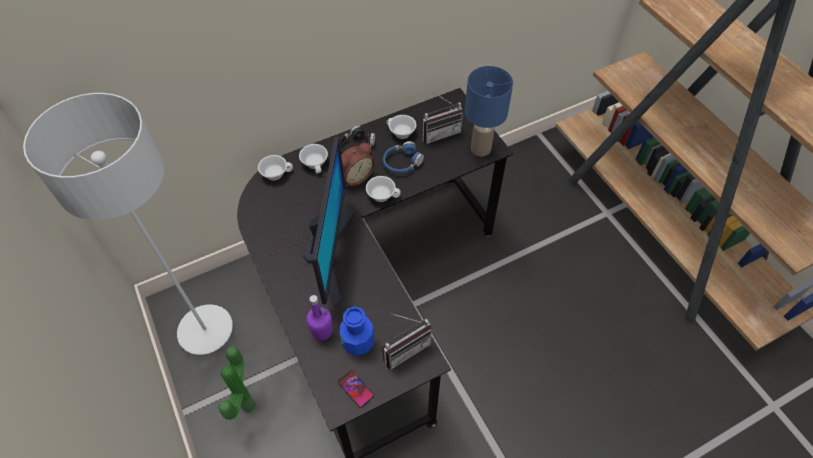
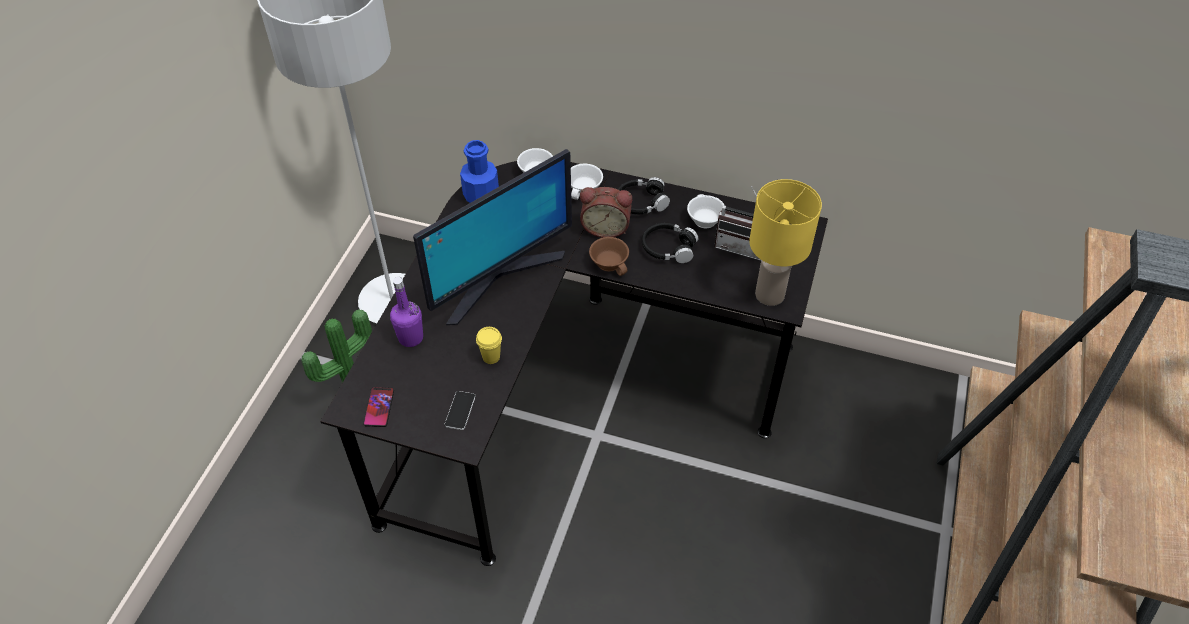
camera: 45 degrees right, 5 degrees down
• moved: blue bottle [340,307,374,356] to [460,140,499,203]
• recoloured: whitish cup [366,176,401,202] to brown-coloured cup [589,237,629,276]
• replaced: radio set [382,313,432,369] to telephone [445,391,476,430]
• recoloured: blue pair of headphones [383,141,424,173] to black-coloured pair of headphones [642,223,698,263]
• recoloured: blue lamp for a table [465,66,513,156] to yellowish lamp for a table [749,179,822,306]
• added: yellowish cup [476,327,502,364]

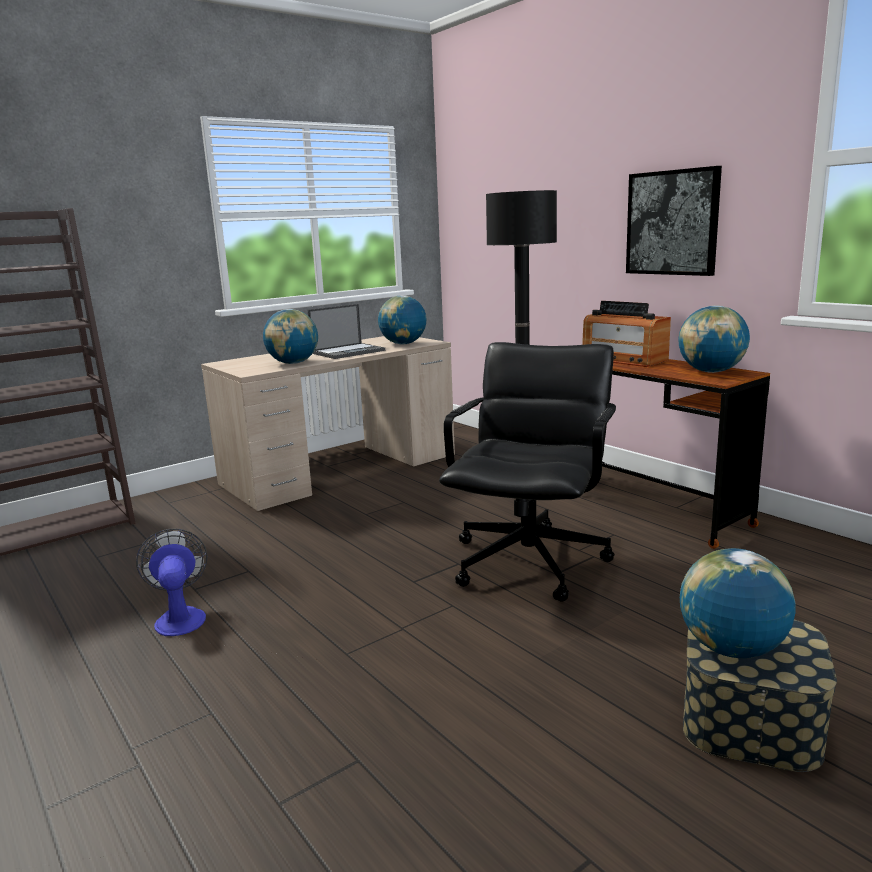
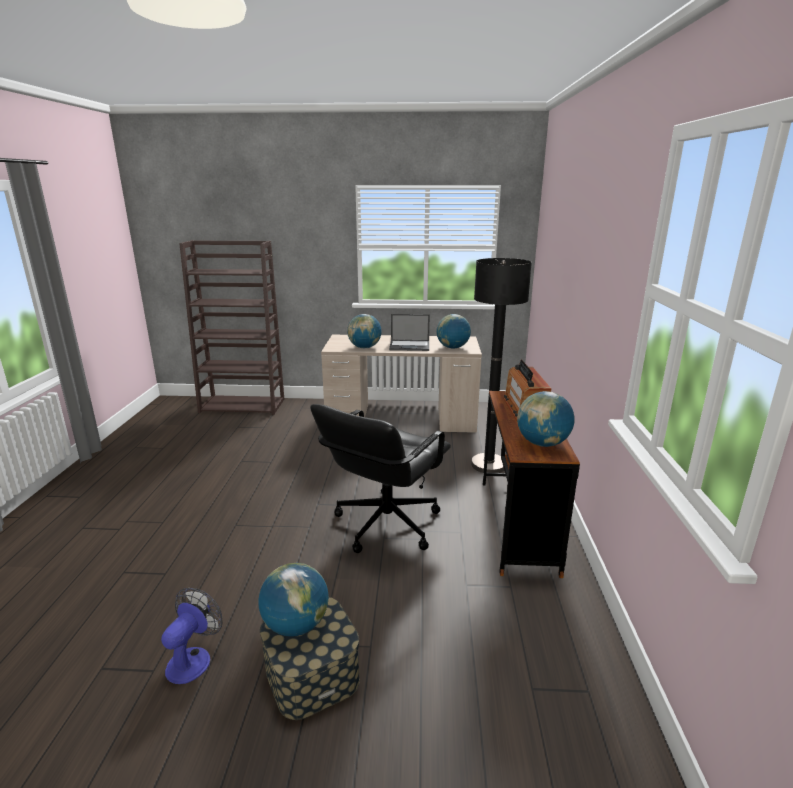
camera: 40 degrees right, 5 degrees up
• moved: electric fan [136,529,207,636] to [161,588,223,684]
• turned: black-coloured computer chair [439,342,616,602] = [310,404,451,553] 150 degrees clockwise
• removed: wall picture [626,166,722,276]

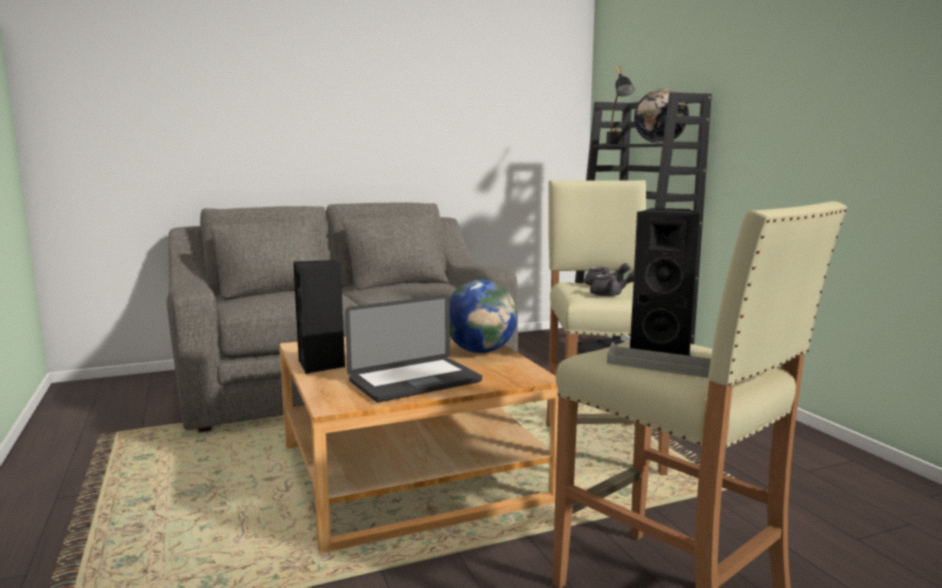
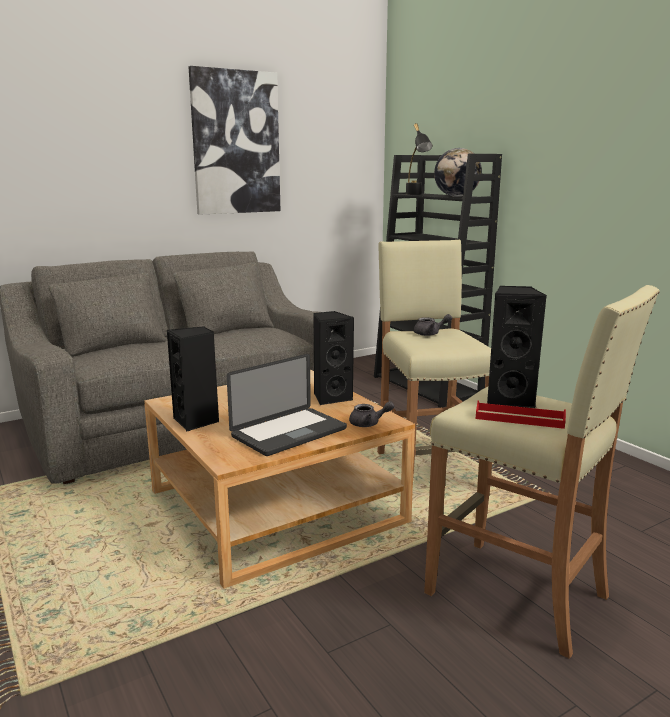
camera: 10 degrees left, 5 degrees up
• replaced: desk globe [449,280,517,353] to black-coloured loudspeaker [313,311,354,405]
• moved: greyish pot for tea [590,271,634,297] to [349,401,394,427]
• recoloured: greyish carrying tray [607,342,711,378] to red carrying tray [476,401,566,429]
• added: wall picture [189,66,280,215]

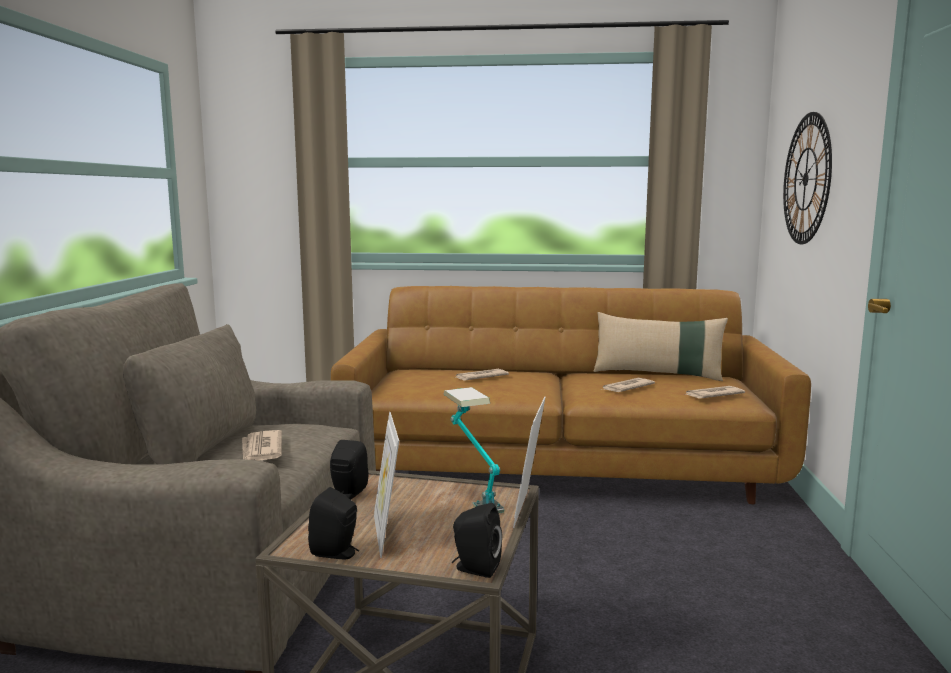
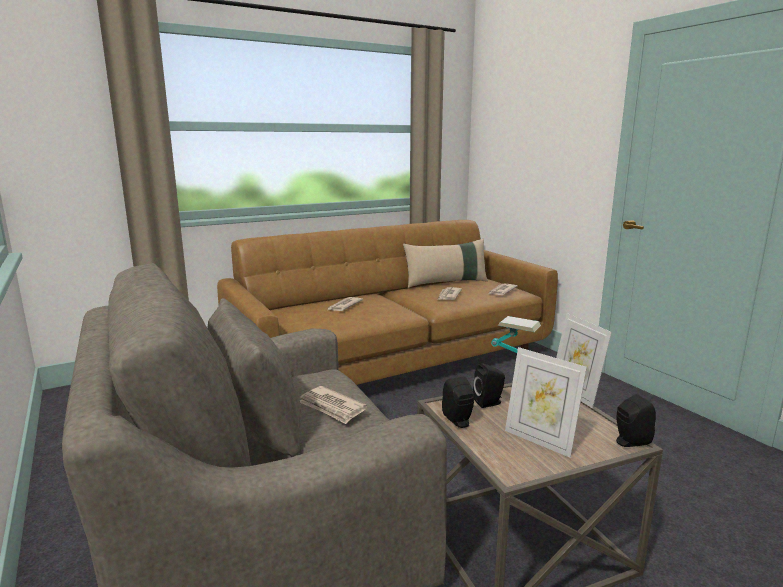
camera: 35 degrees left, 5 degrees up
• moved: black-coloured loudspeaker [308,487,359,559] to [473,363,505,408]
• removed: hanging clock [783,112,832,244]

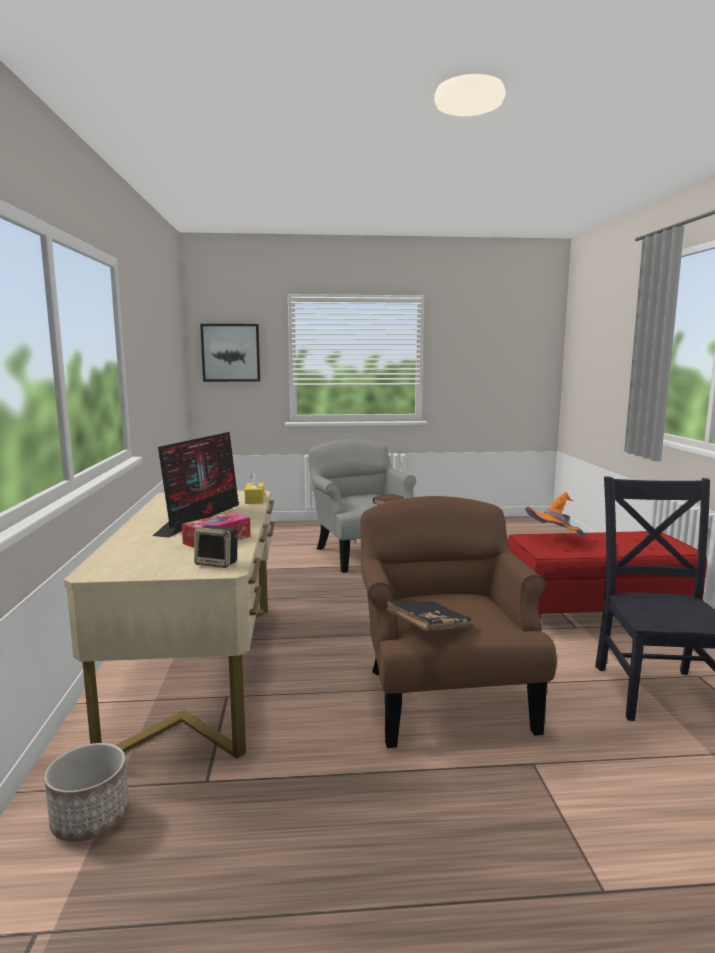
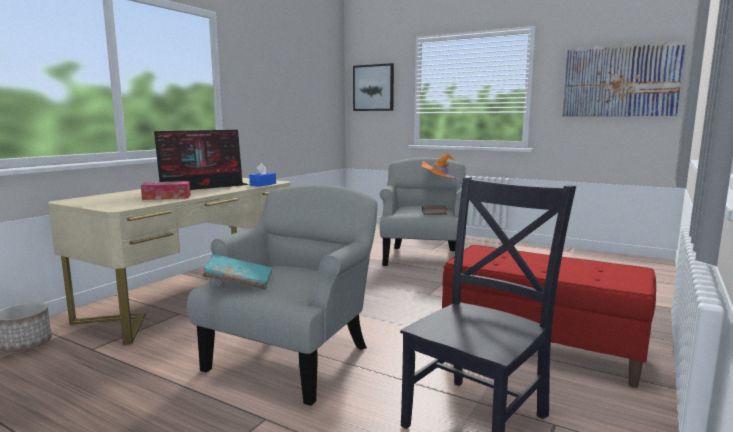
camera: 35 degrees right, 0 degrees up
• removed: loudspeaker [194,525,239,568]
• recoloured: yellowish box of tissues [245,473,265,504] to blue box of tissues [249,163,276,187]
• recoloured: brown-coloured armchair [360,496,557,748] to greyish armchair [187,184,378,406]
• recoloured: black-coloured volume [386,601,473,631] to turquoise-coloured volume [202,253,272,290]
• moved: orange clothing hat [525,492,587,538] to [422,153,462,184]
• added: wall picture [562,41,686,117]

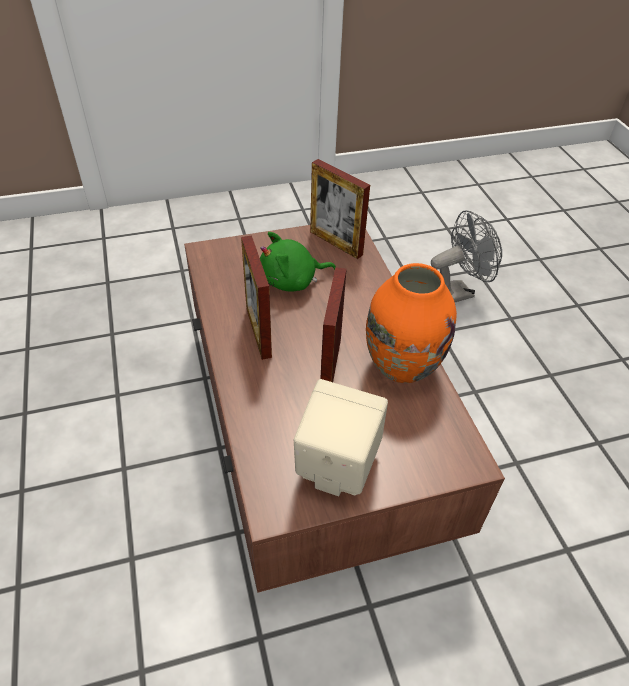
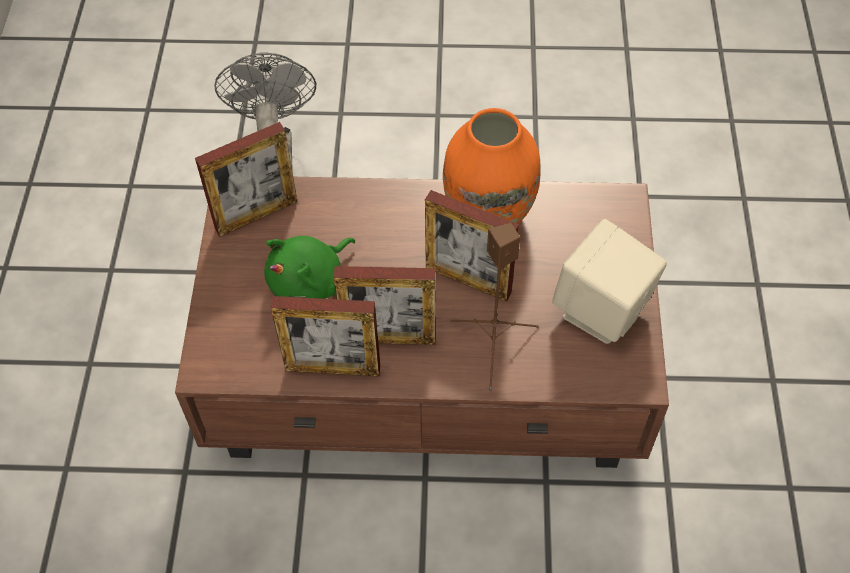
camera: 70 degrees left, 10 degrees up
• turned: green-coloured cuddly toy [260,232,336,292] = [264,236,355,299] 45 degrees clockwise
• added: standing frame [271,296,380,377]
• added: brown-coloured loudspeaker [450,223,539,391]

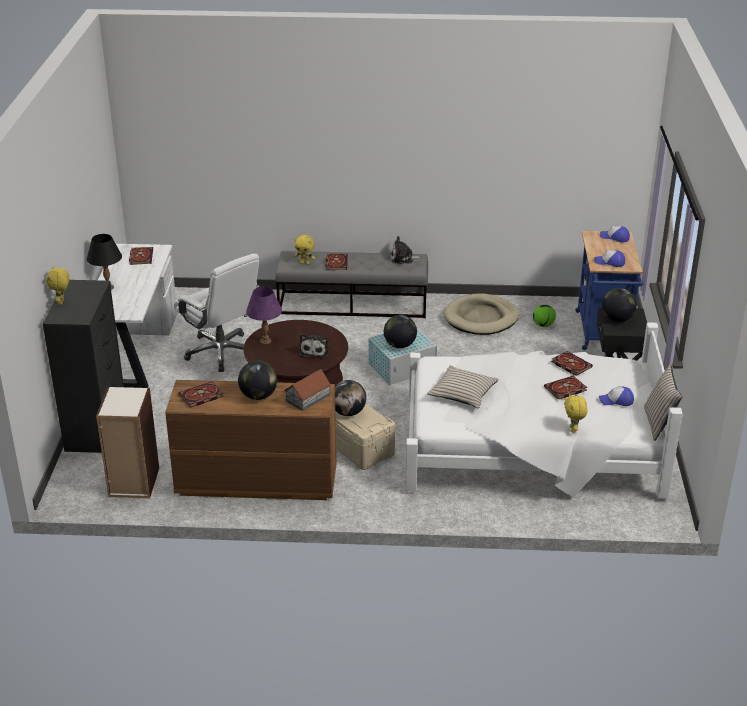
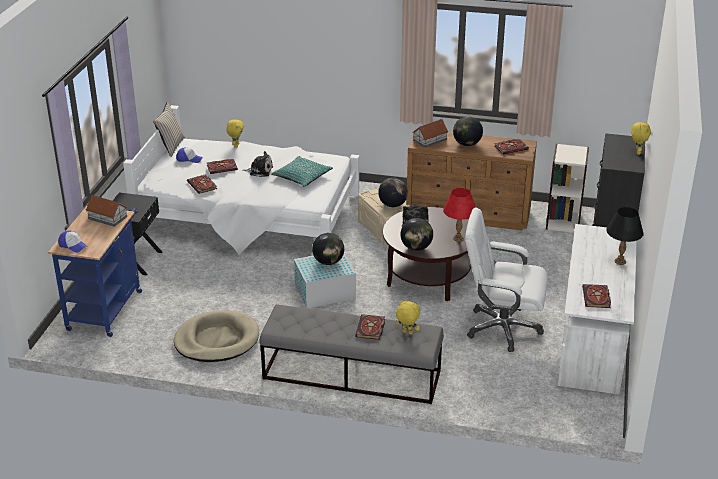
camera: 170 degrees left, 0 degrees up
• turned: whitish computer chair [174,254,260,372] = [465,207,548,352] 45 degrees counterclockwise
• recoloured: purple-coloured lamp for a table [246,287,282,344] to red lamp for a table [443,188,476,242]
• moved: cuddly toy [391,236,422,264] to [243,151,273,177]
• recoloured: beige-coloured cushion [427,366,499,408] to turquoise-coloured cushion [271,156,333,187]
• removed: football ball [533,304,556,327]
• replaced: baseball cap [594,250,625,267] to miniature house [86,195,128,227]
• moved: desk globe [602,288,637,322] to [400,218,433,251]

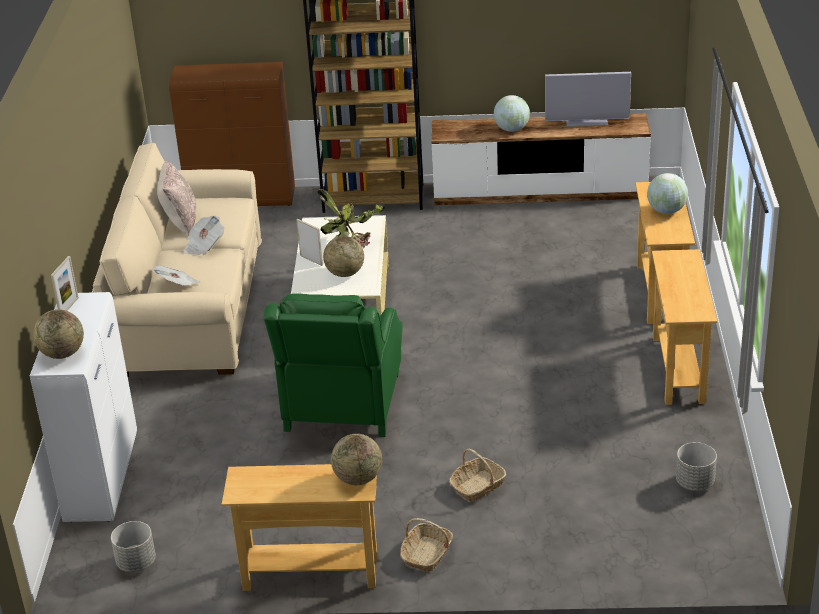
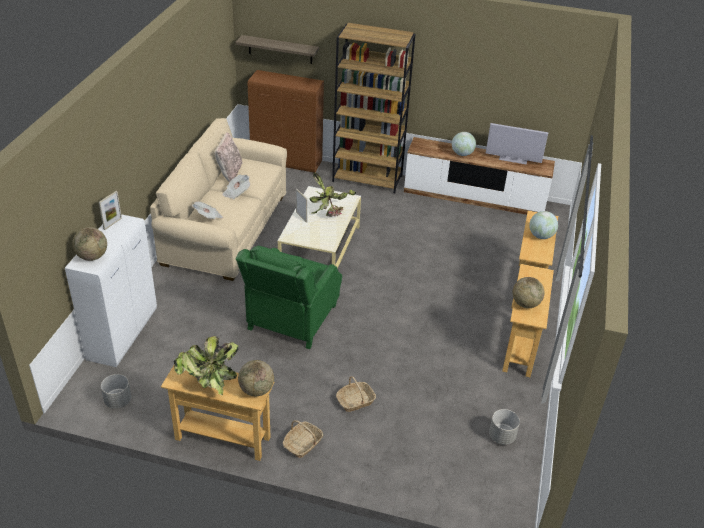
camera: 10 degrees right, 5 degrees up
• moved: desk globe [323,236,364,277] to [512,277,544,308]
• added: plant in a pot [174,336,238,395]
• added: bracket shelf [235,35,319,64]

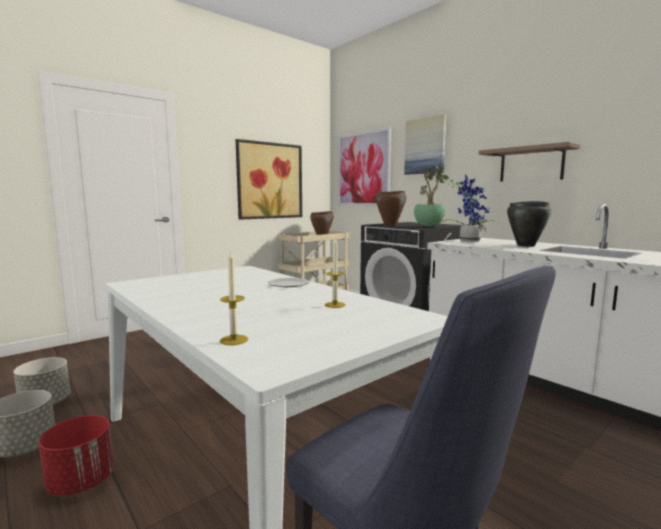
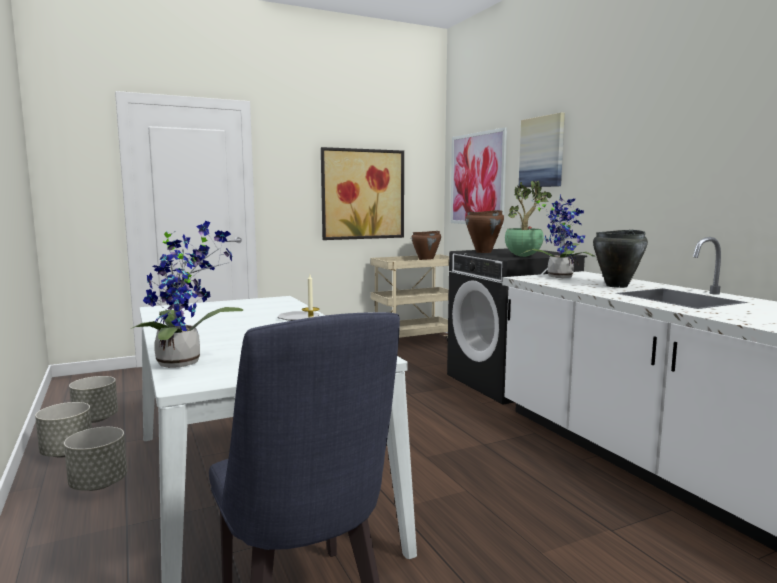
camera: 15 degrees right, 0 degrees up
• recoloured: red plant pot [38,415,114,496] to greyish plant pot [64,427,127,491]
• replaced: wax light [220,250,248,345] to plant in a pot [131,221,243,368]
• removed: bracket shelf [479,142,580,181]

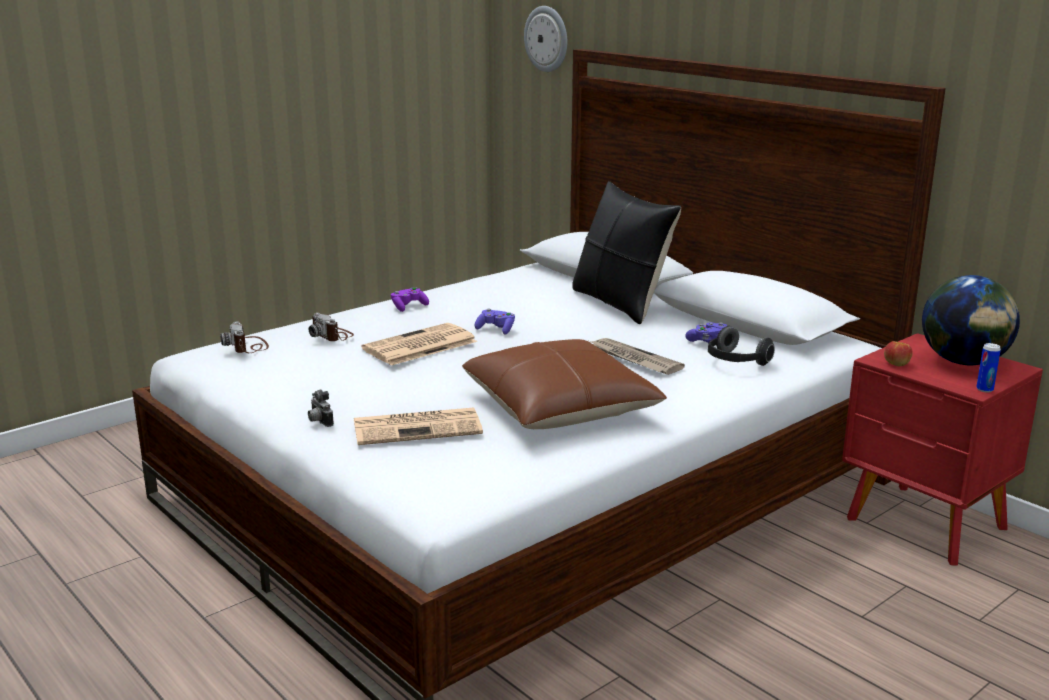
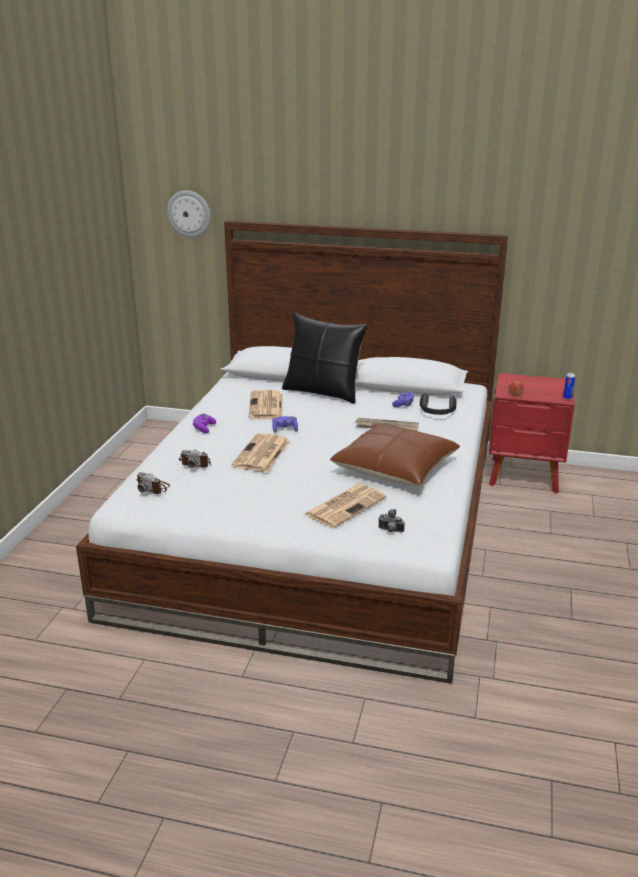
camera: 35 degrees left, 5 degrees up
• moved: still camera [308,390,334,427] to [378,509,405,532]
• removed: desk globe [922,275,1020,365]
• added: printed paper [248,390,283,419]

